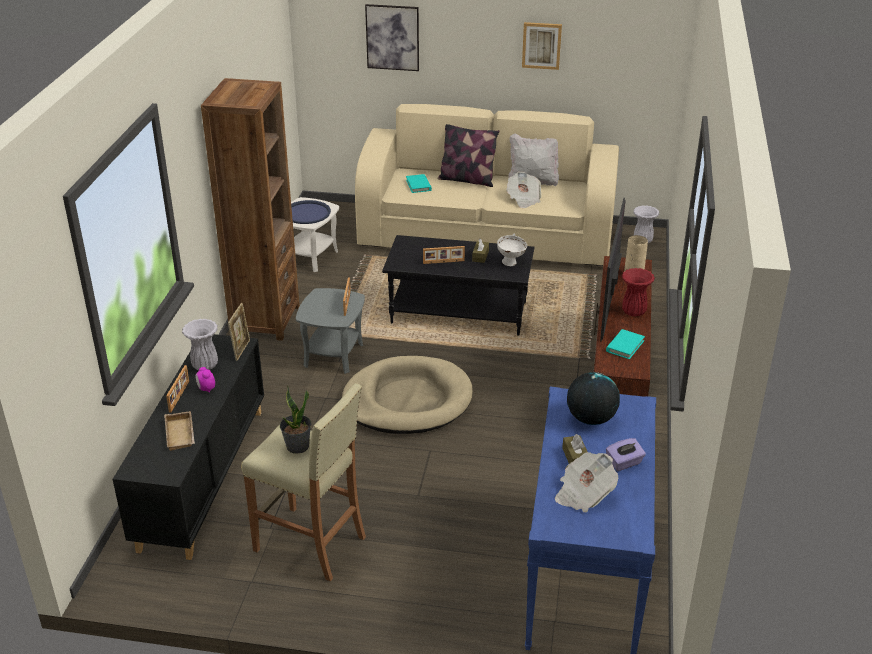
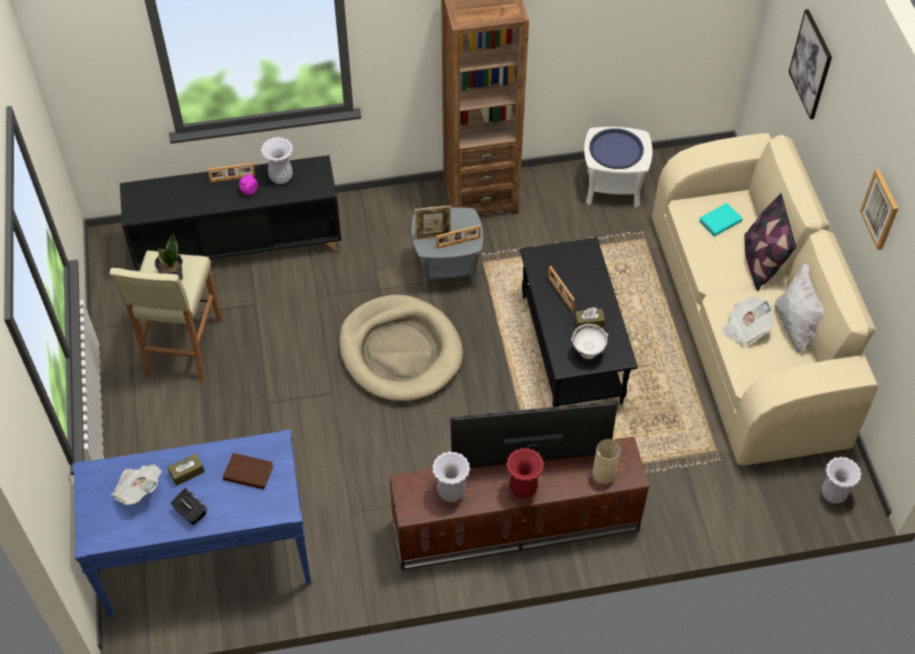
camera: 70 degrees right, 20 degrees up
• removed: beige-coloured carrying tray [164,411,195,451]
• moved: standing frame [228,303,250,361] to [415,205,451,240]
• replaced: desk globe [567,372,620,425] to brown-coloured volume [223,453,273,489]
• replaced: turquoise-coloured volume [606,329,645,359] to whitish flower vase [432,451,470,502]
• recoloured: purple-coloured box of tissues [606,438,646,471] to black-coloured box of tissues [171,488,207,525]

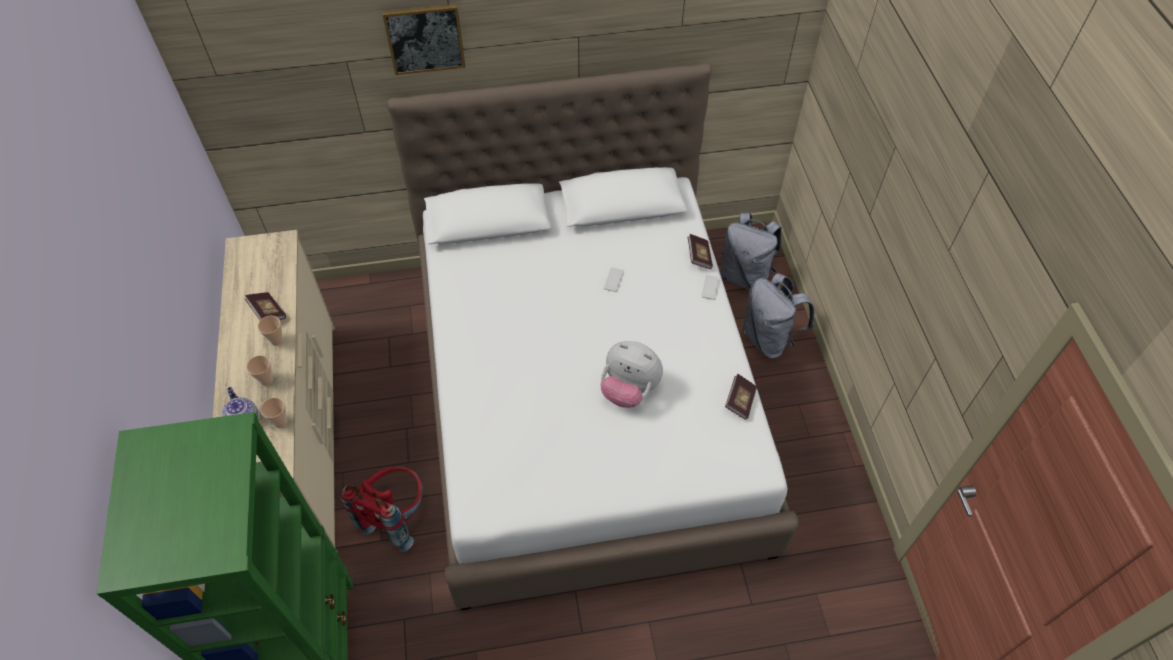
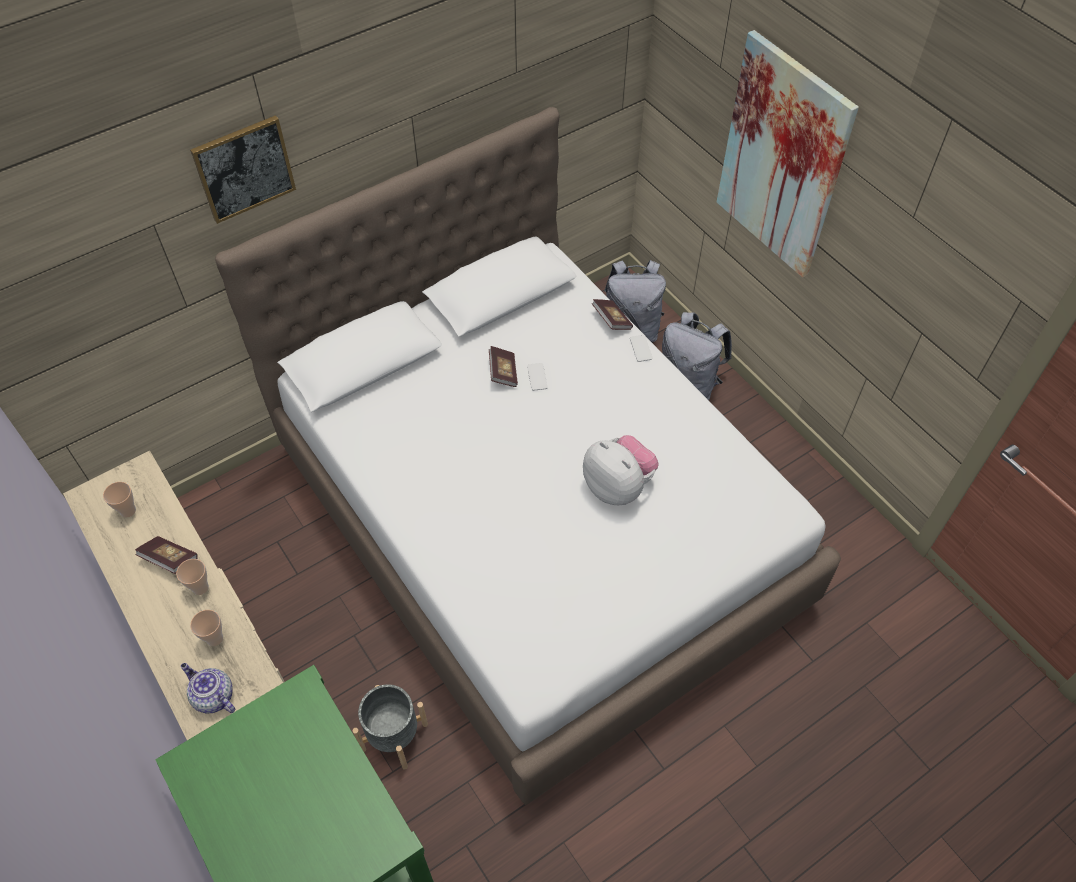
camera: 25 degrees left, 0 degrees up
• moved: cup [260,397,287,428] to [103,482,136,517]
• replaced: red rucksack [340,467,423,552] to greyish plant pot [352,684,428,770]
• turned: cuddly toy [600,341,663,408] = [583,435,659,505] 135 degrees counterclockwise
• moved: volume [725,374,757,420] to [489,346,518,387]
• added: wall picture [717,30,859,277]

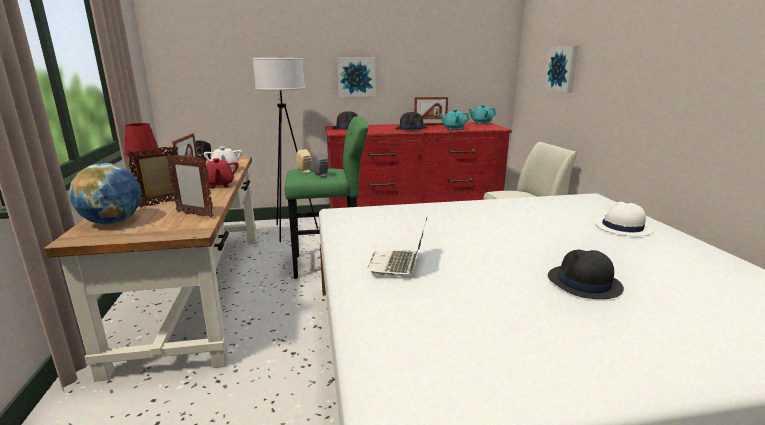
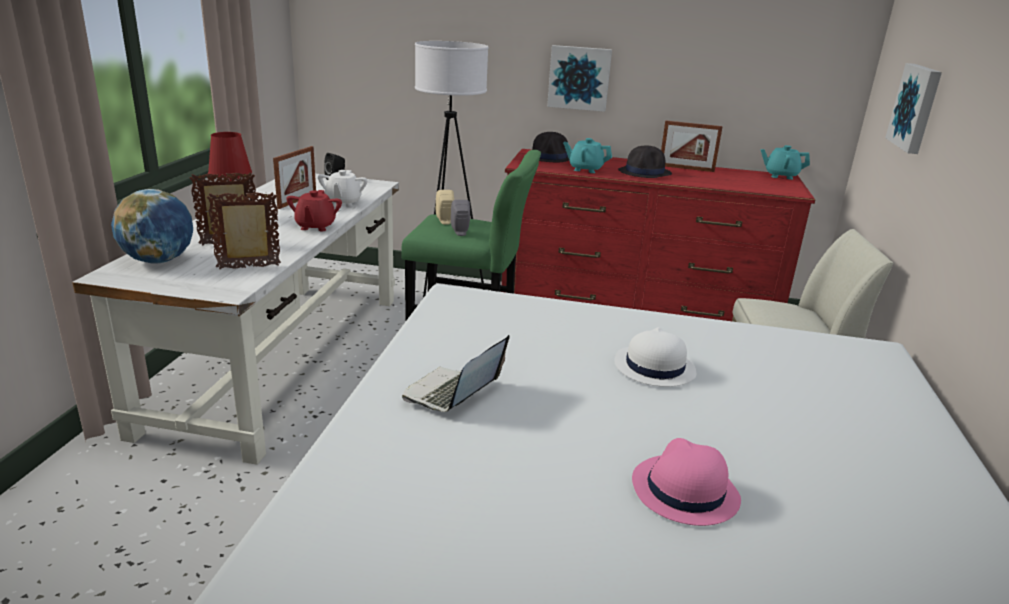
camera: 20 degrees right, 5 degrees up
• recoloured: brown-coloured desk unit [44,156,257,382] to whitish desk unit [72,173,399,465]
• turned: standing frame [166,154,214,218] = [207,192,281,269] 120 degrees clockwise
• moved: turquoise-coloured pot for tea [439,109,470,130] to [563,138,612,173]
• recoloured: black-coloured clothing hat [548,250,624,299] to pinkish clothing hat [632,438,741,526]
• moved: whitish clothing hat [594,202,653,236] to [614,327,696,387]

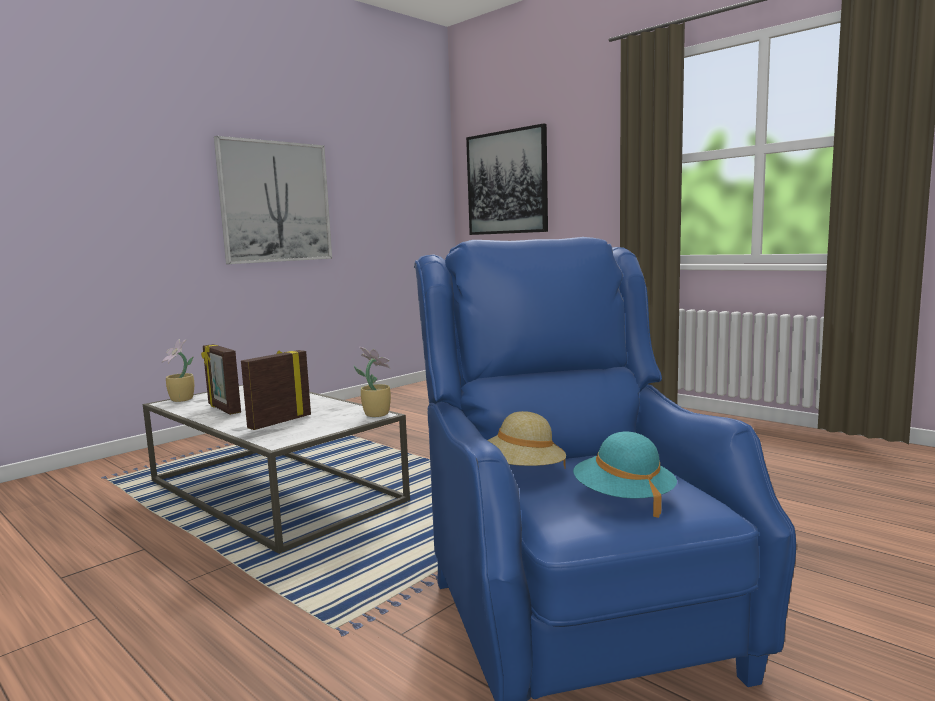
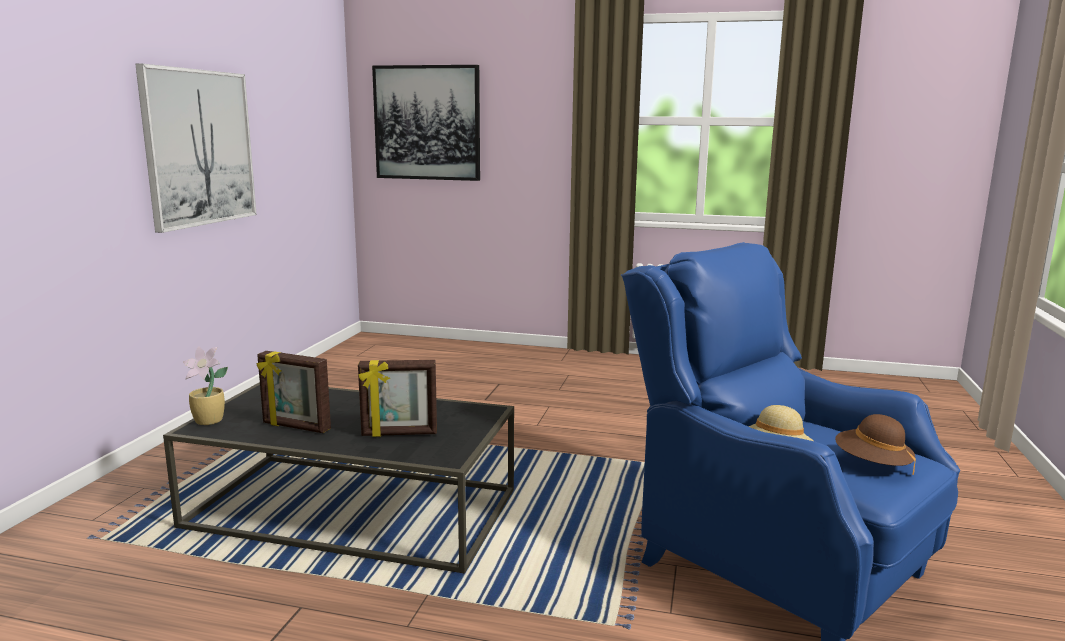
camera: 30 degrees left, 5 degrees up
• recoloured: whitish coffee table [143,385,410,554] to black-coloured coffee table [163,382,514,573]
• turned: standing frame [241,350,311,430] = [358,360,437,437] 105 degrees counterclockwise
• removed: plant in a pot [354,347,391,417]
• recoloured: turquoise-coloured clothing hat [573,432,677,518] to brown-coloured clothing hat [835,414,916,475]

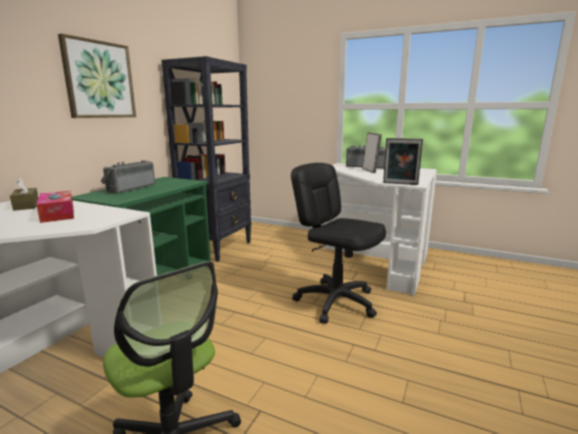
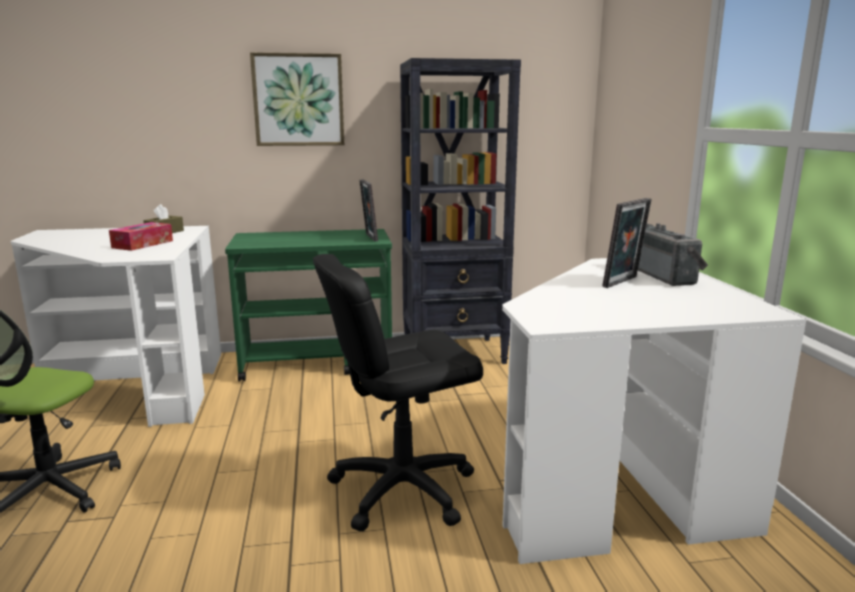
camera: 55 degrees right, 0 degrees up
• removed: radio set [101,160,155,194]
• turned: black-coloured computer chair [291,163,386,324] = [313,254,483,531] 120 degrees counterclockwise
• moved: standing frame [383,138,423,185] to [359,179,378,242]

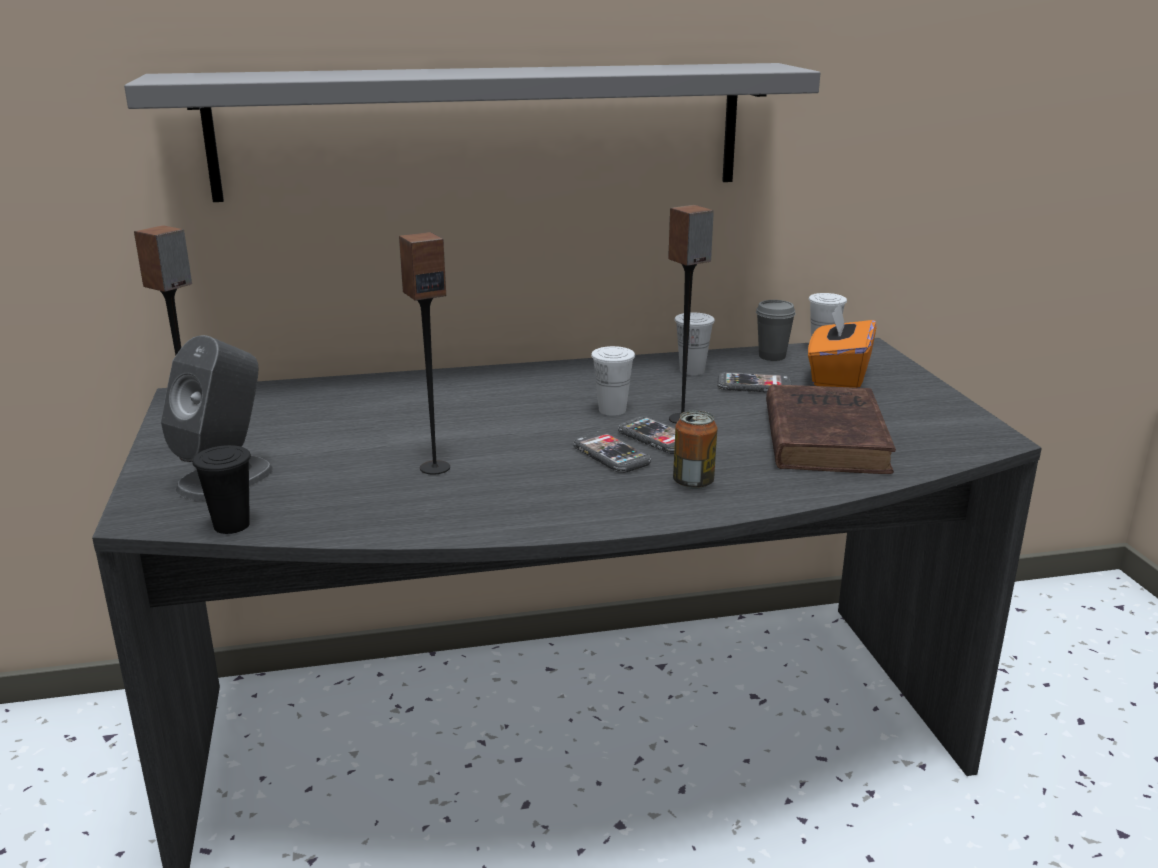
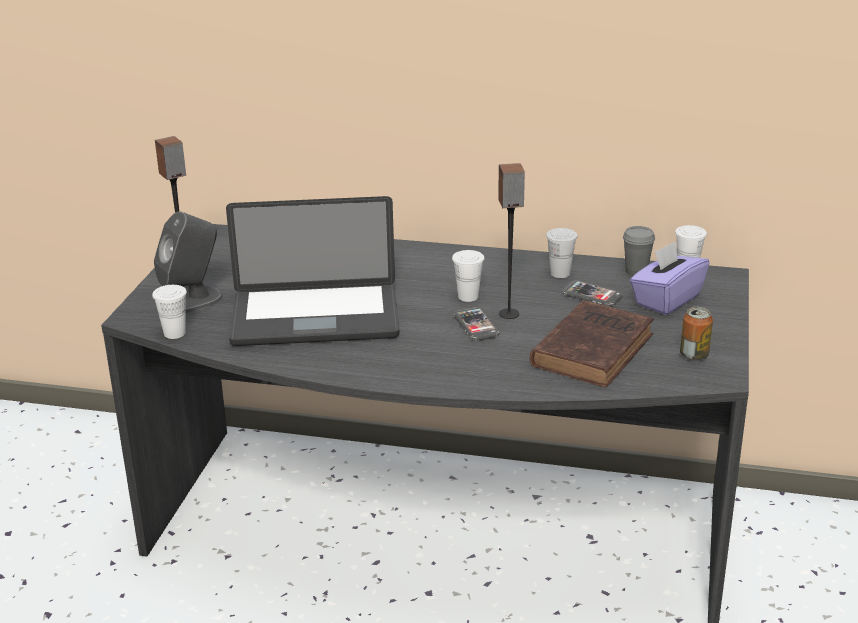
camera: 25 degrees right, 5 degrees up
• removed: greyish bracket shelf [124,63,820,202]
• recoloured: black-coloured cup [192,445,251,534] to whitish cup [152,285,187,339]
• replaced: loudspeaker [399,232,450,475] to portable computer [226,196,400,346]
• removed: telephone [573,431,651,473]
• moved: sealed can [673,410,718,489] to [680,307,713,361]
• recoloured: orange box of tissues [808,302,877,388] to purple-coloured box of tissues [630,241,709,315]

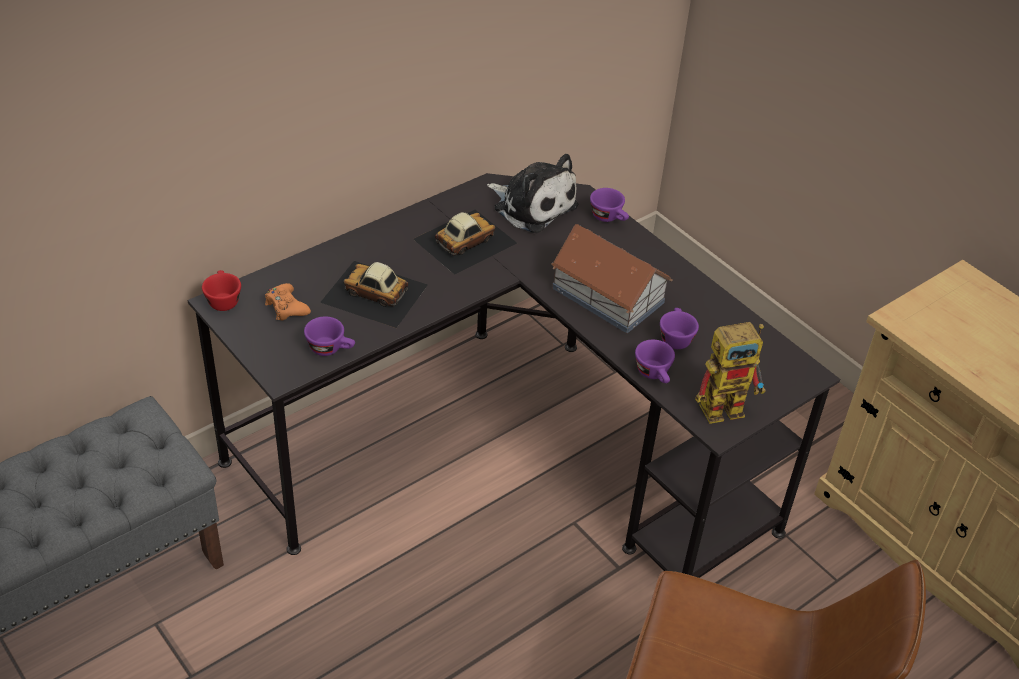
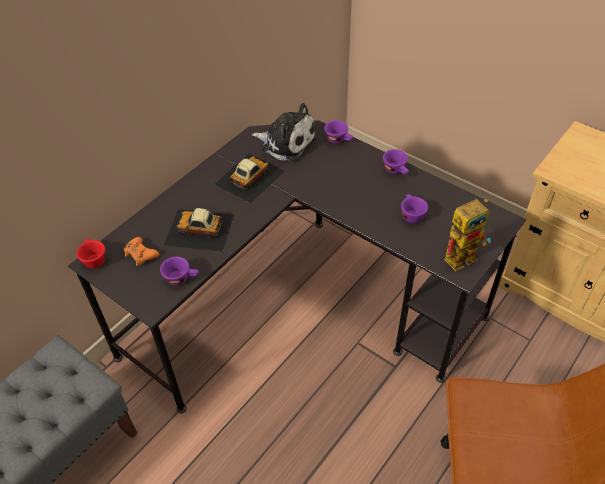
camera: 10 degrees left, 5 degrees up
• removed: miniature house [551,224,672,333]
• moved: purple-coloured cup [635,340,675,383] to [383,149,409,174]

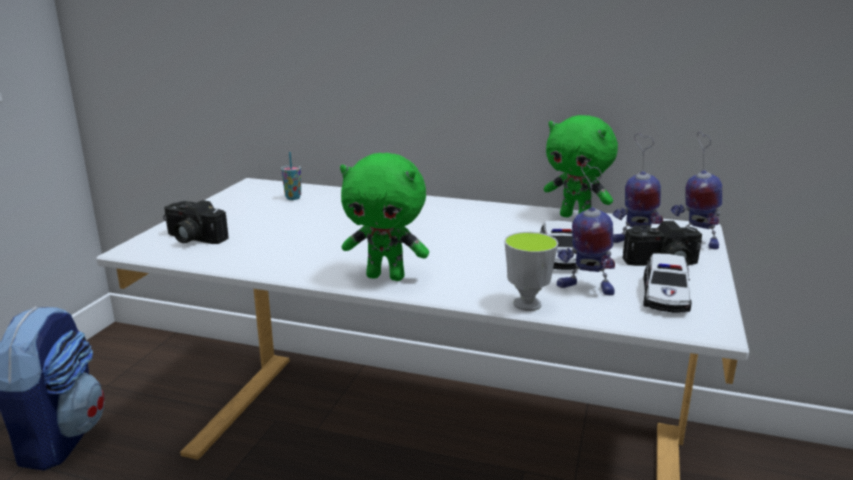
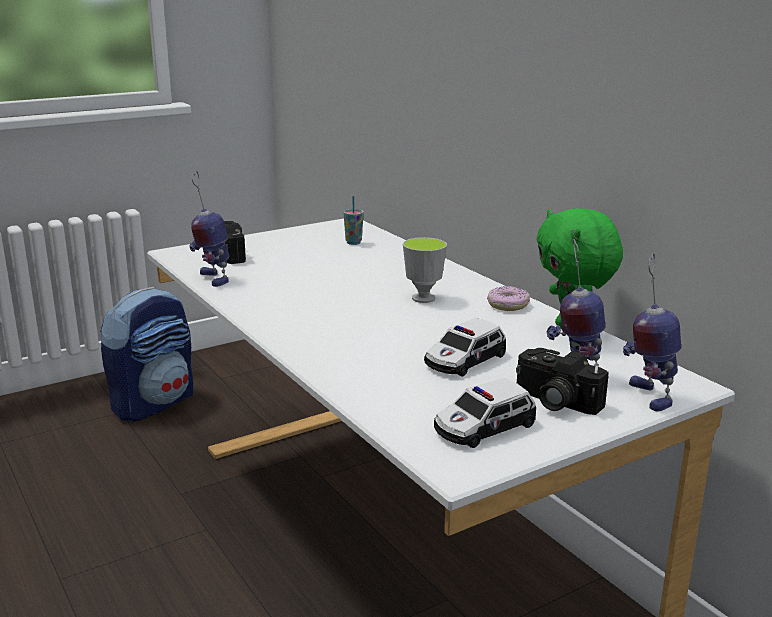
camera: 40 degrees right, 0 degrees up
• removed: green-coloured cuddly toy [340,153,429,281]
• moved: cup [504,232,558,311] to [403,237,447,303]
• moved: model robot [557,163,615,295] to [190,171,230,287]
• added: doughnut [487,286,530,311]

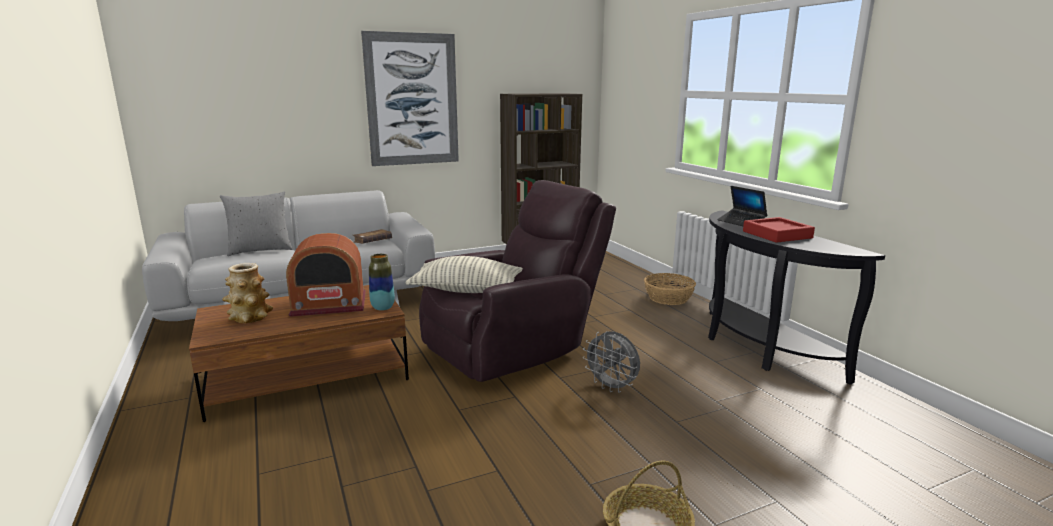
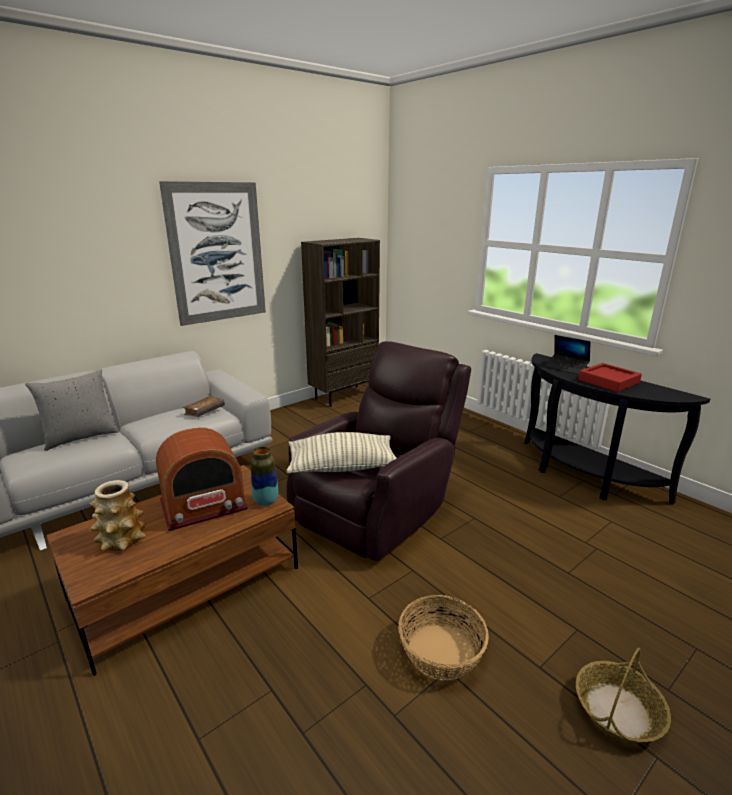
camera: 15 degrees left, 5 degrees up
• removed: greyish electric fan [583,331,640,393]
• moved: storage basket [644,273,696,305] to [398,595,489,680]

